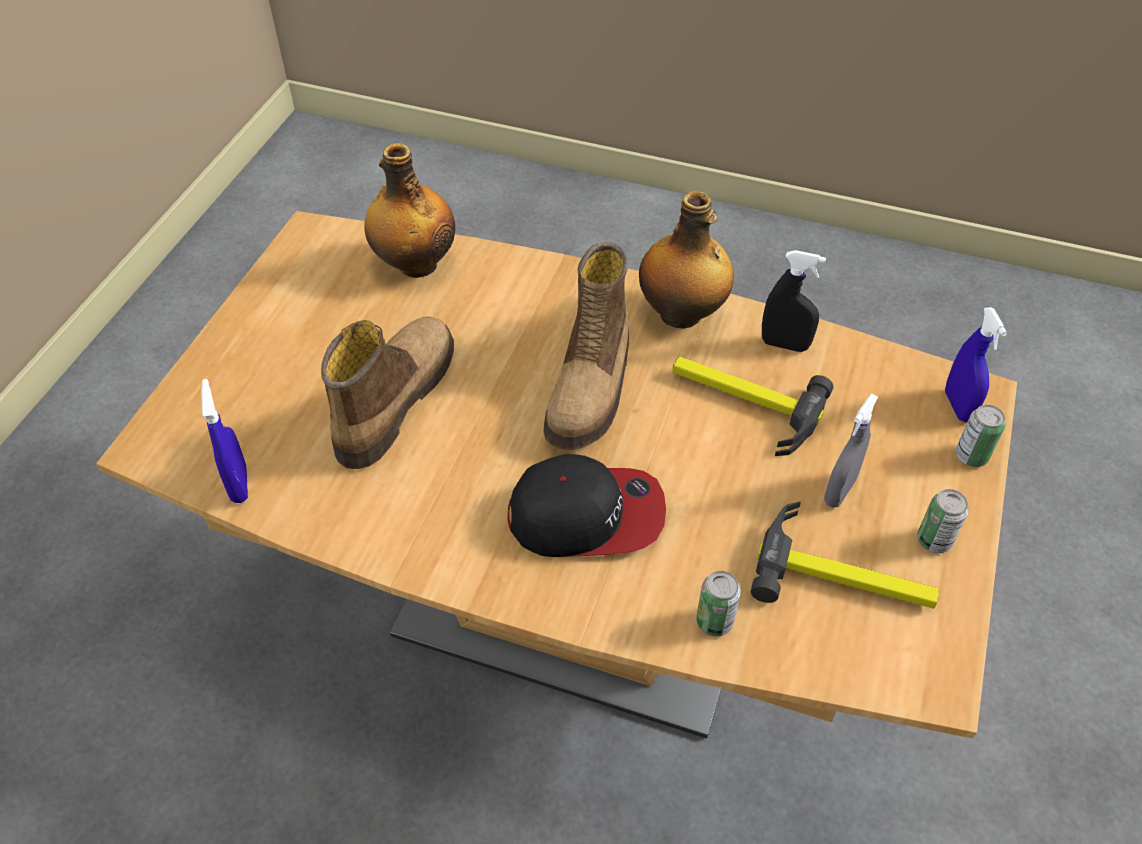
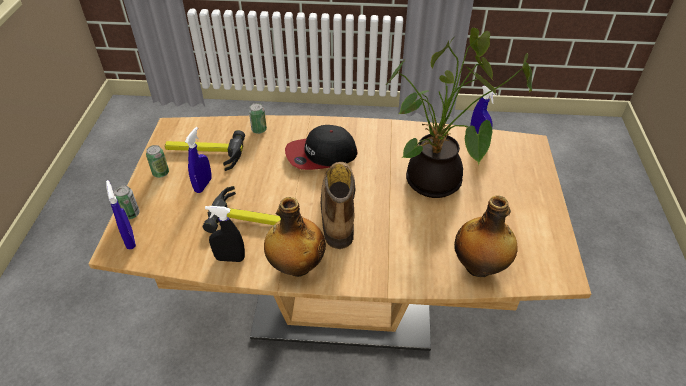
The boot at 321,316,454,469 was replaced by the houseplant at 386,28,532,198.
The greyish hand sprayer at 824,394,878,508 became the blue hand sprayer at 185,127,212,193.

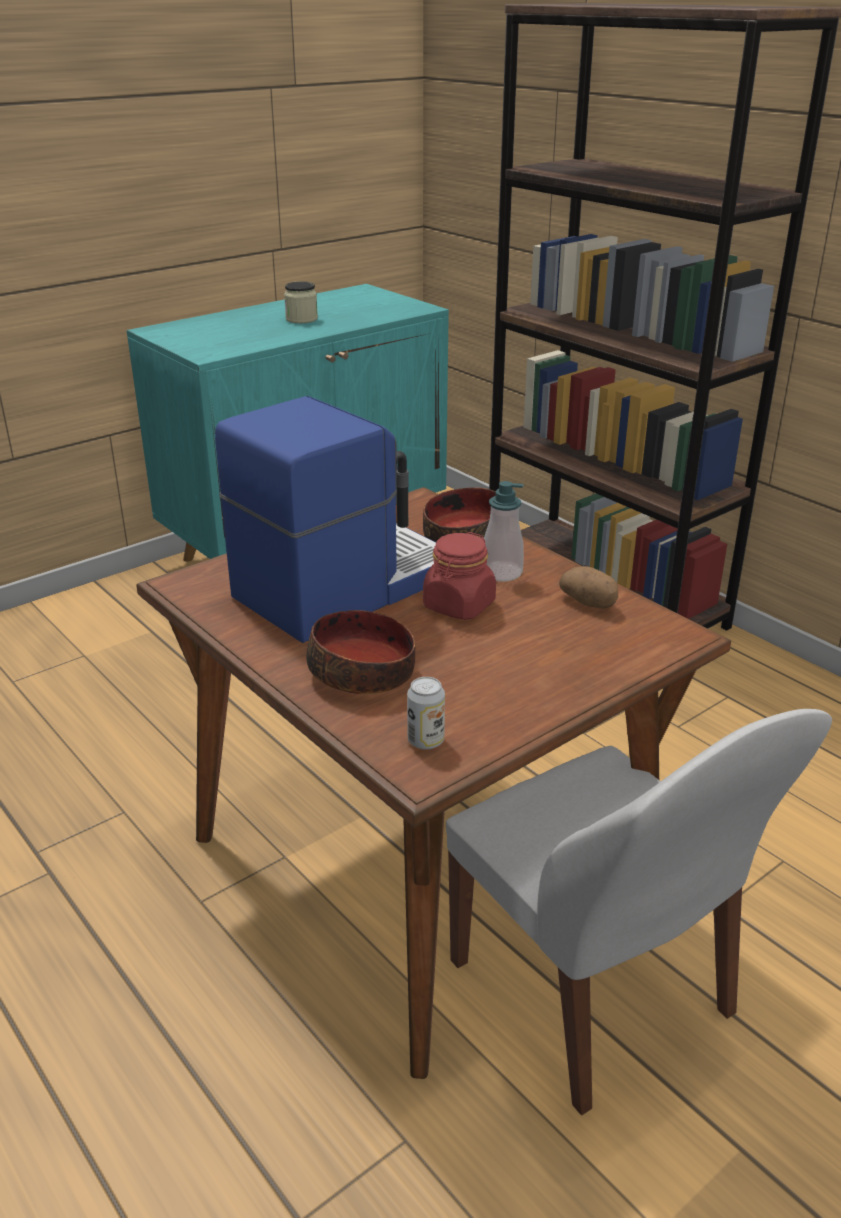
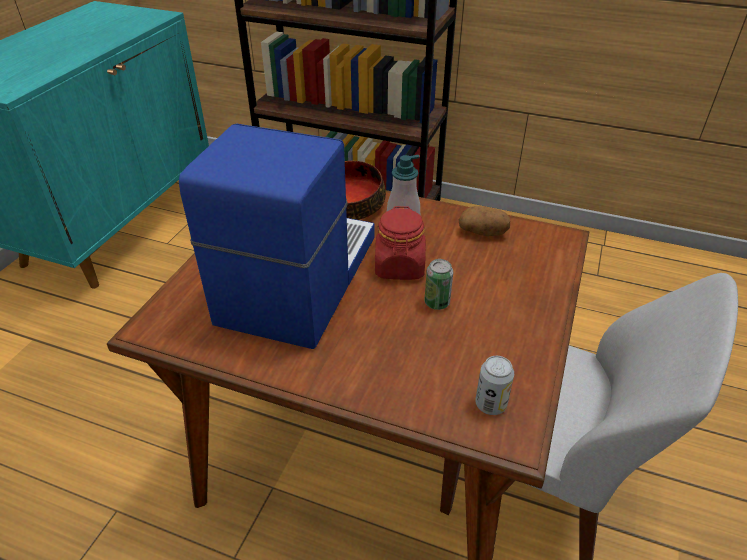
The preserve jar at 284,281,318,323 disappeared.
The bowl at 306,610,415,694 disappeared.
The metal can at 424,259,453,310 appeared.

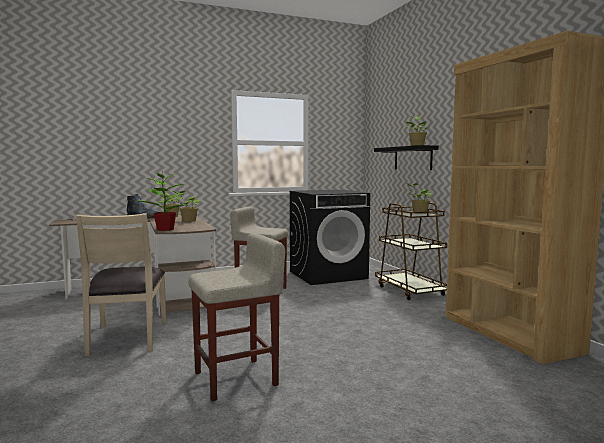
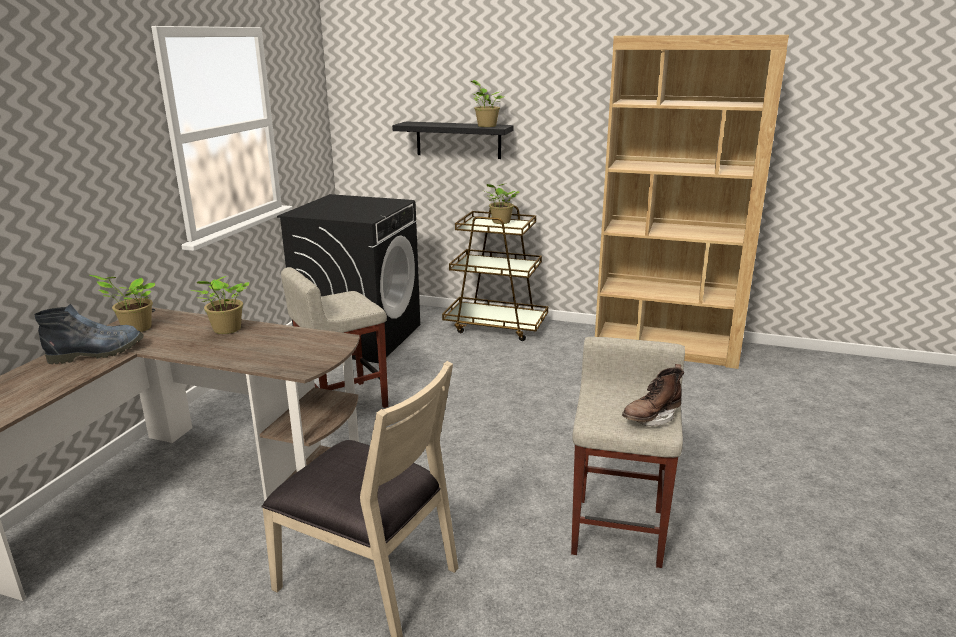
The houseplant at 139,173,187,231 disappeared.
The brownish boot at 622,364,684,426 appeared.

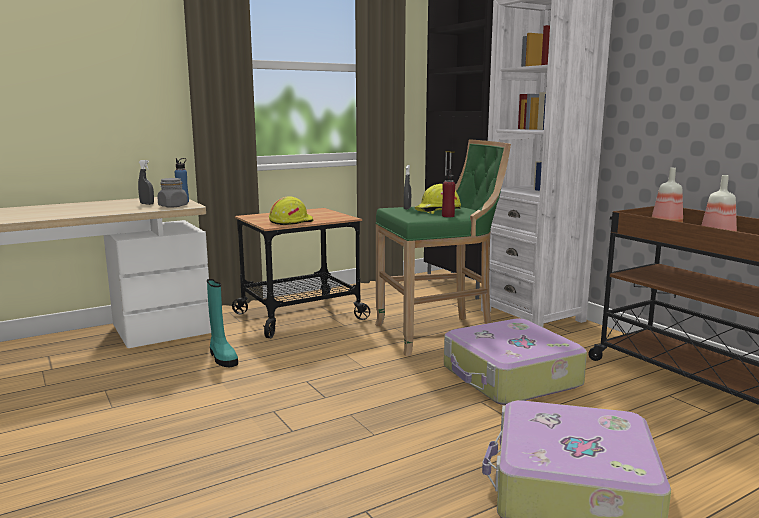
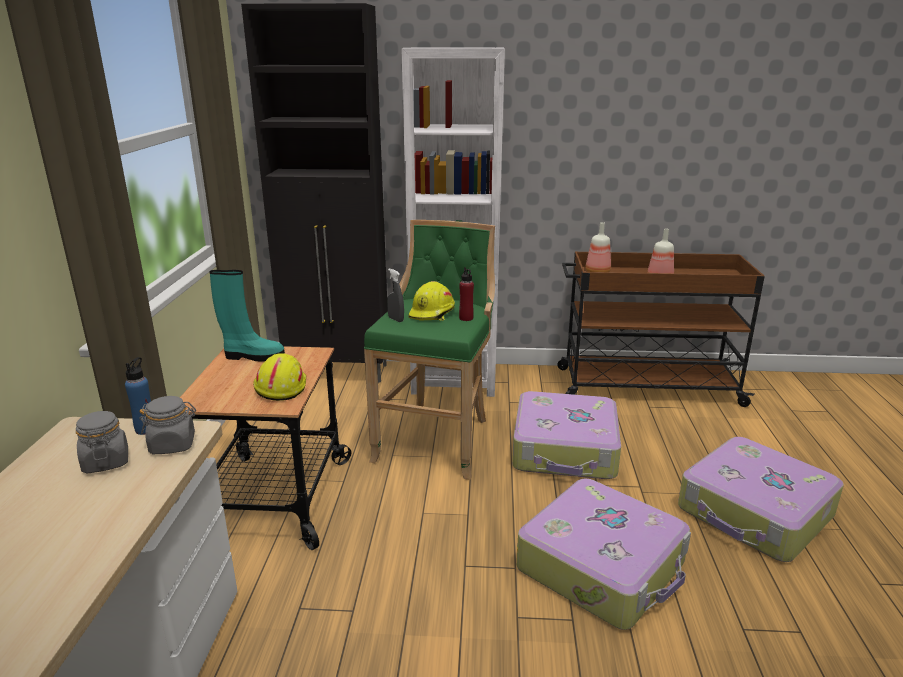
The suitcase at 517,479,691,630 appeared.
The blue-green boot moved from 207,279,238,367 to 209,270,285,362.
The greyish hand sprayer at 138,160,154,205 was replaced by the greyish preserve jar at 76,411,128,474.

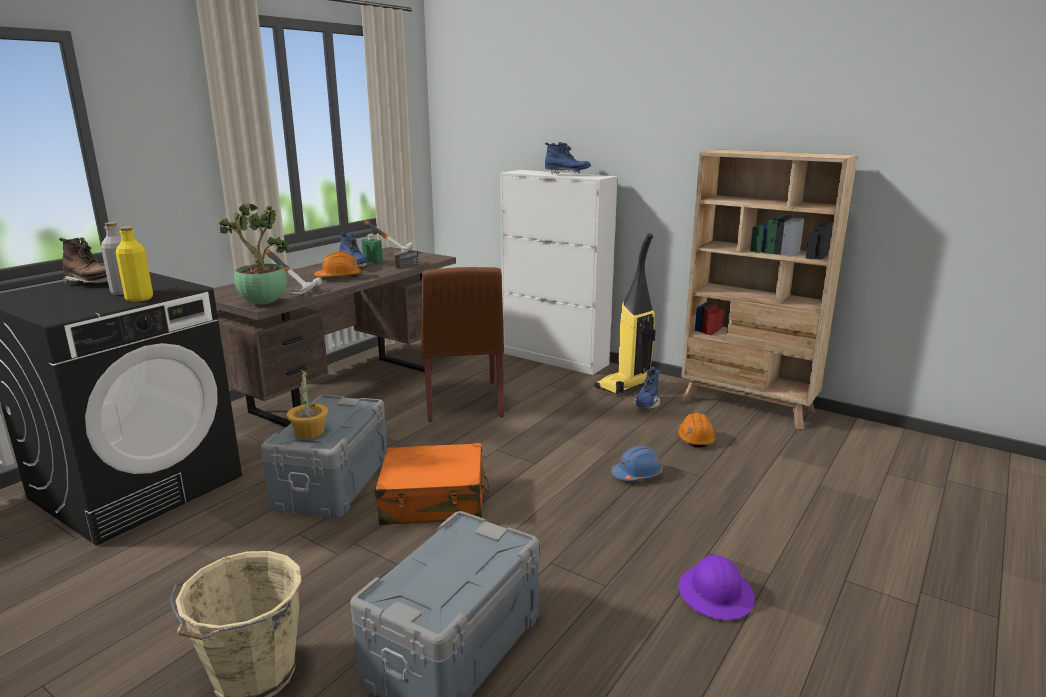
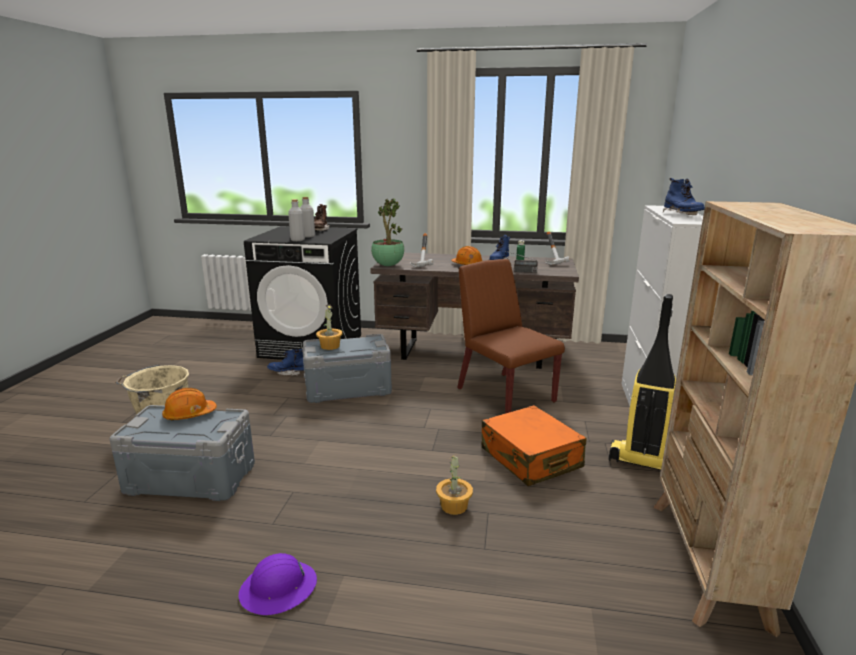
The orange suitcase moved from 375,443,490,525 to 482,405,586,486.
The blue boot moved from 633,367,660,409 to 267,349,304,376.
The orange safety helmet moved from 678,413,716,448 to 162,388,217,421.
The blue safety helmet at 611,445,663,481 was replaced by the houseplant at 436,455,473,515.
The yellow bottle at 116,226,153,302 became the greyish bottle at 288,199,305,241.
The brownish chair at 420,267,504,422 turned 90 degrees clockwise.

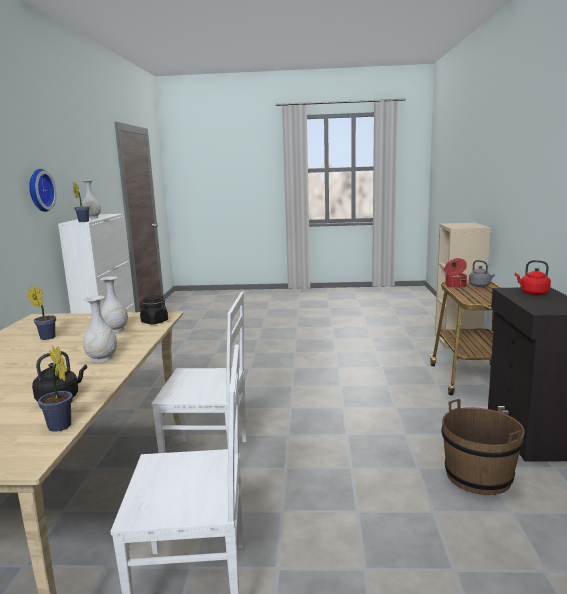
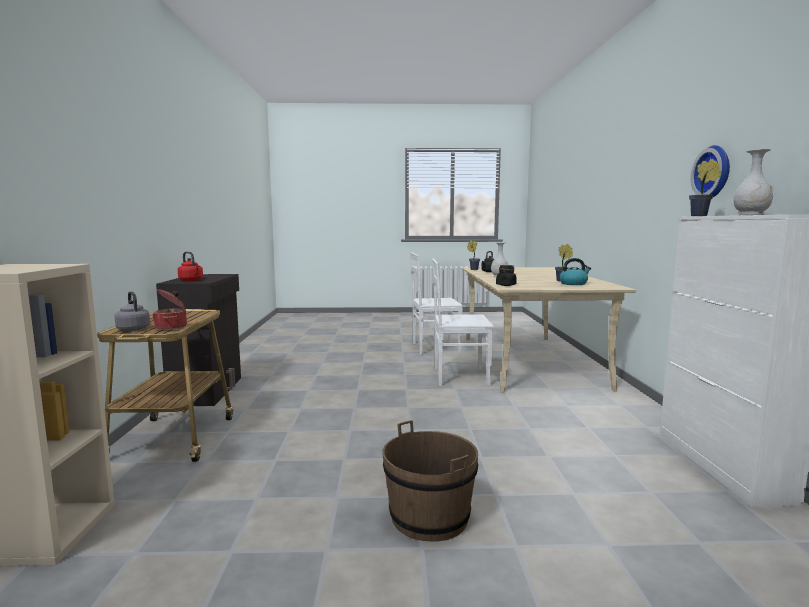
The whitish vase at 100,276,128,333 disappeared.
The tea kettle at 559,258,591,285 appeared.
The brownish pail moved from 442,399,525,495 to 382,420,478,541.

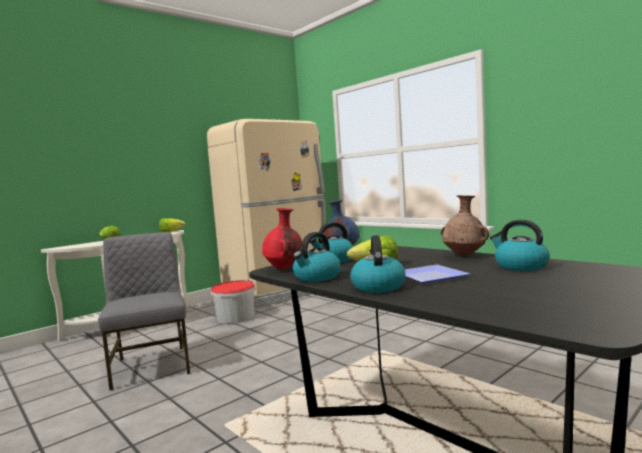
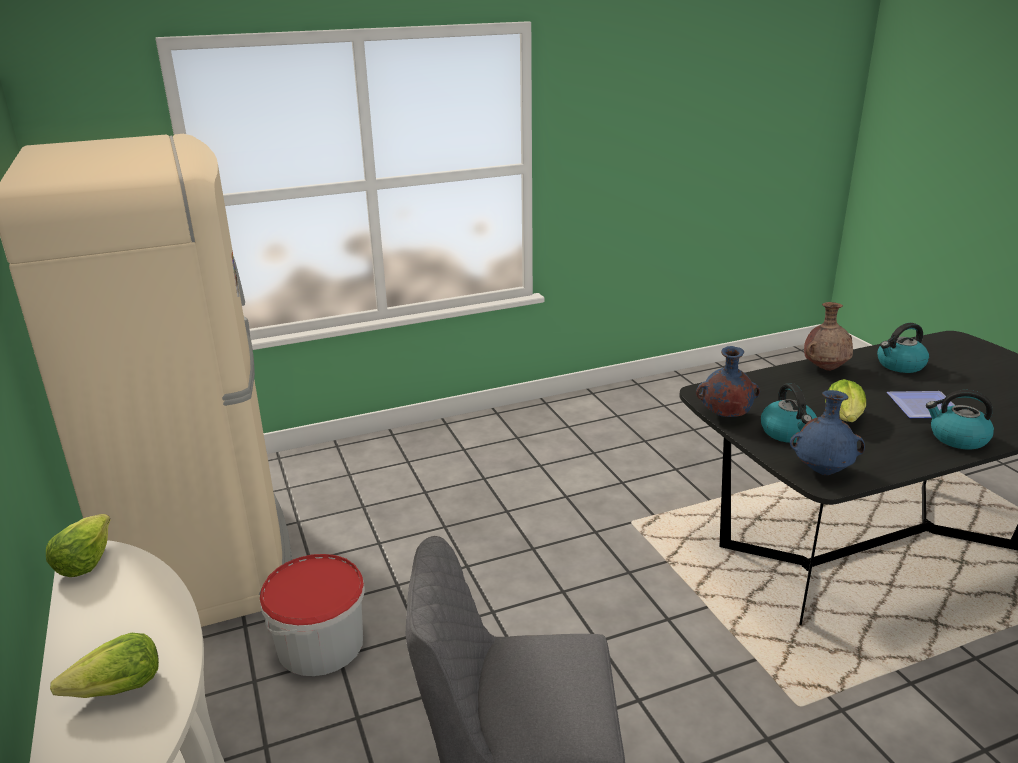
The tea kettle at 293,232,341,282 disappeared.
The reddish vase at 262,208,302,270 became the blue vase at 790,390,865,475.

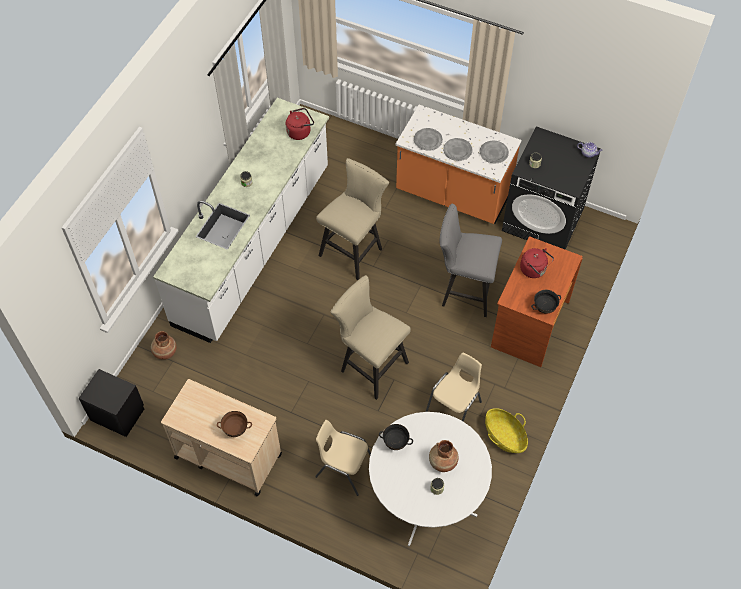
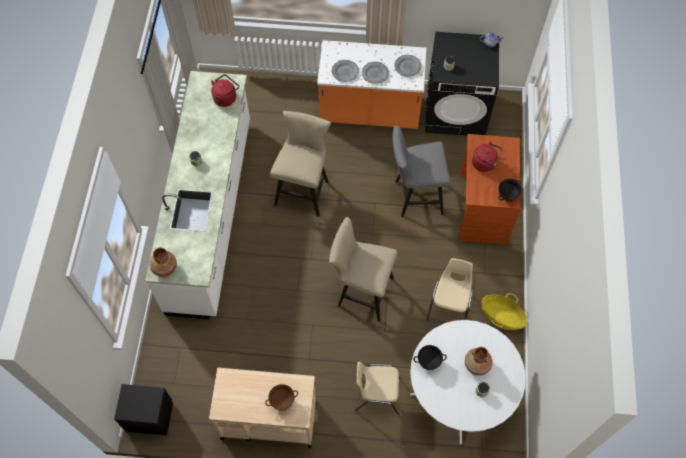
The brownish vase moved from 151,331,176,360 to 149,248,177,277.

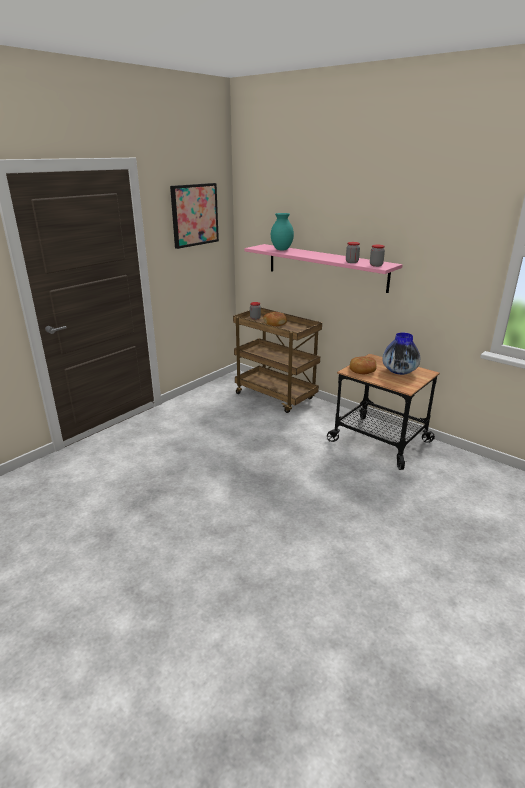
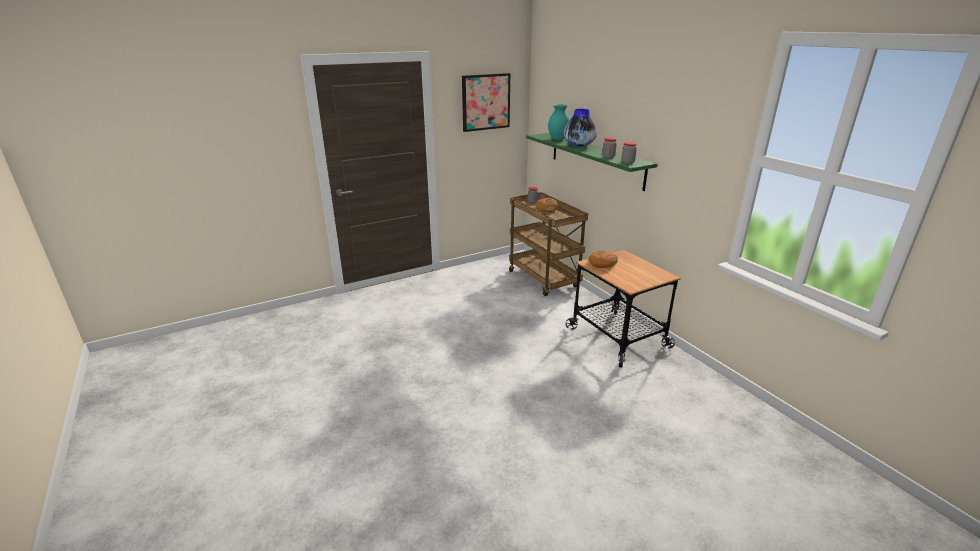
The vase moved from 382,332,420,375 to 564,109,597,147.
The pinkish bracket shelf at 244,244,403,293 became the green-coloured bracket shelf at 526,133,658,191.

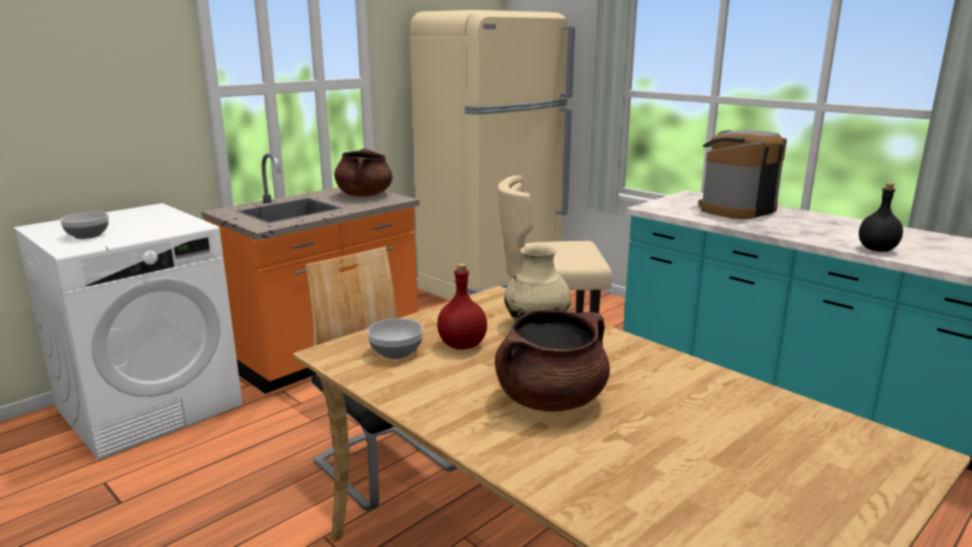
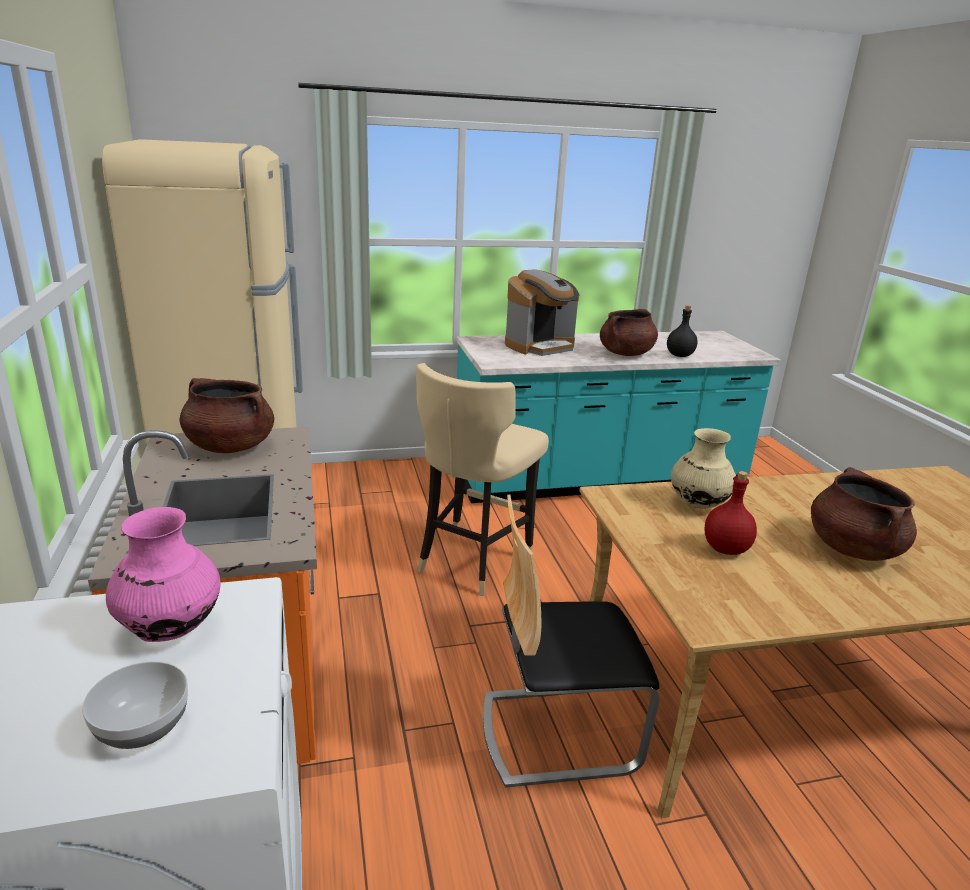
The bowl at 367,318,423,359 disappeared.
The pinkish vase at 106,507,221,642 appeared.
The brownish stockpot at 600,309,658,356 appeared.
The coffee machine at 698,130,787,219 turned 120 degrees counterclockwise.

